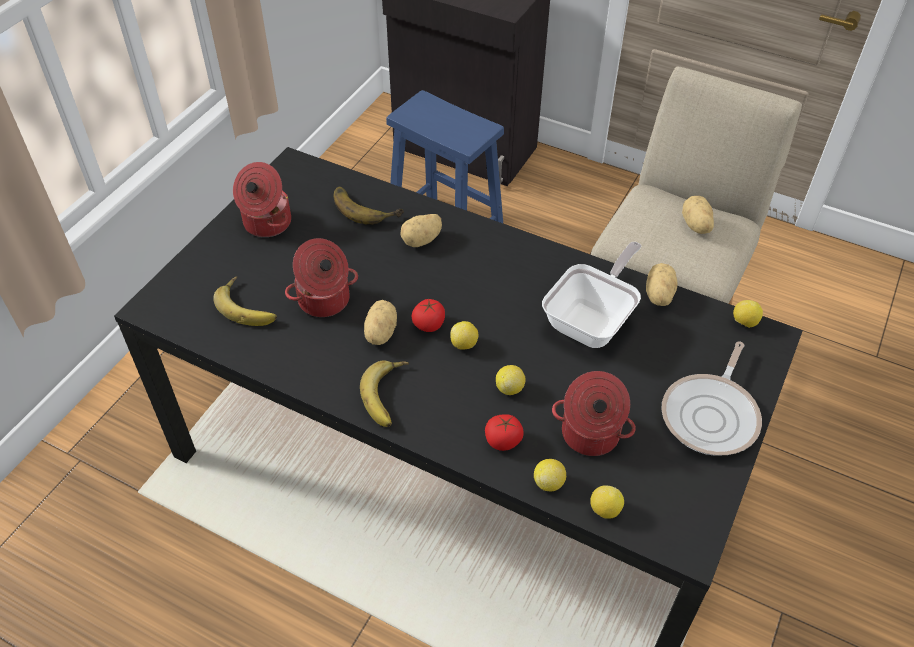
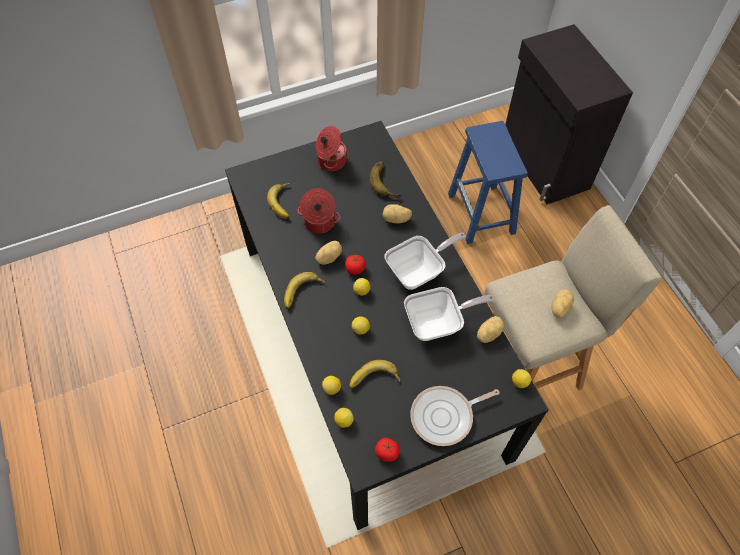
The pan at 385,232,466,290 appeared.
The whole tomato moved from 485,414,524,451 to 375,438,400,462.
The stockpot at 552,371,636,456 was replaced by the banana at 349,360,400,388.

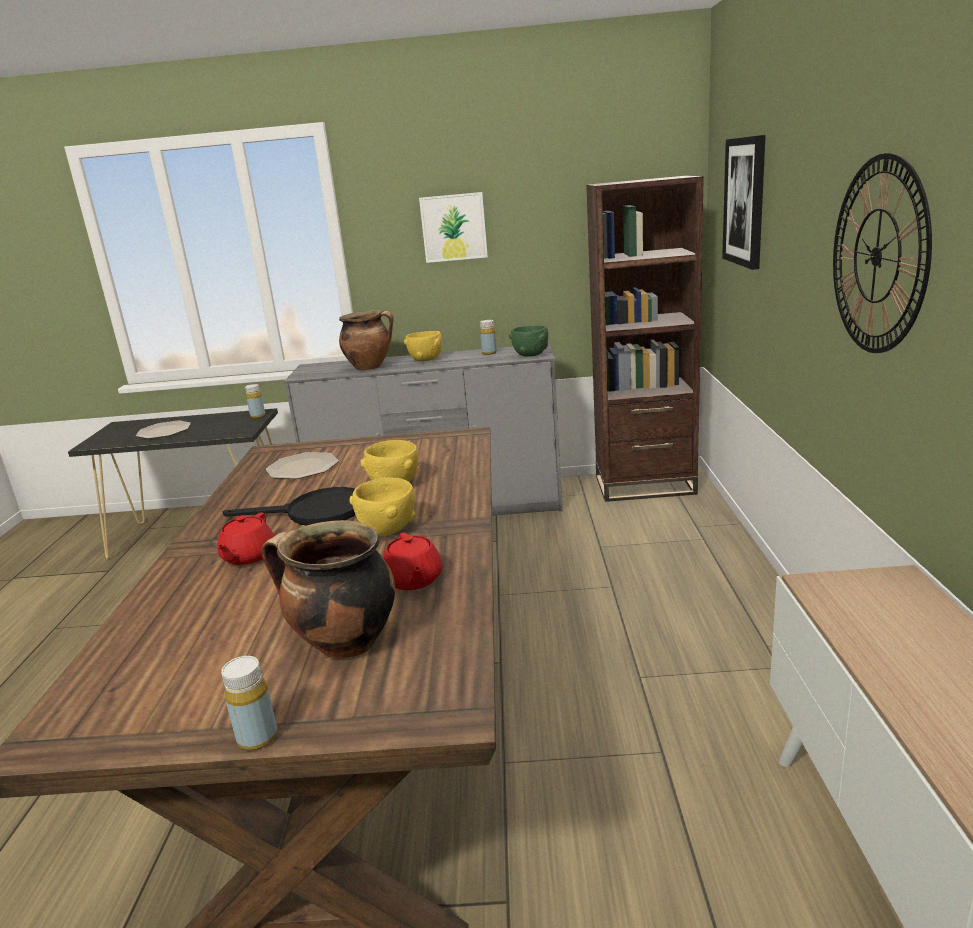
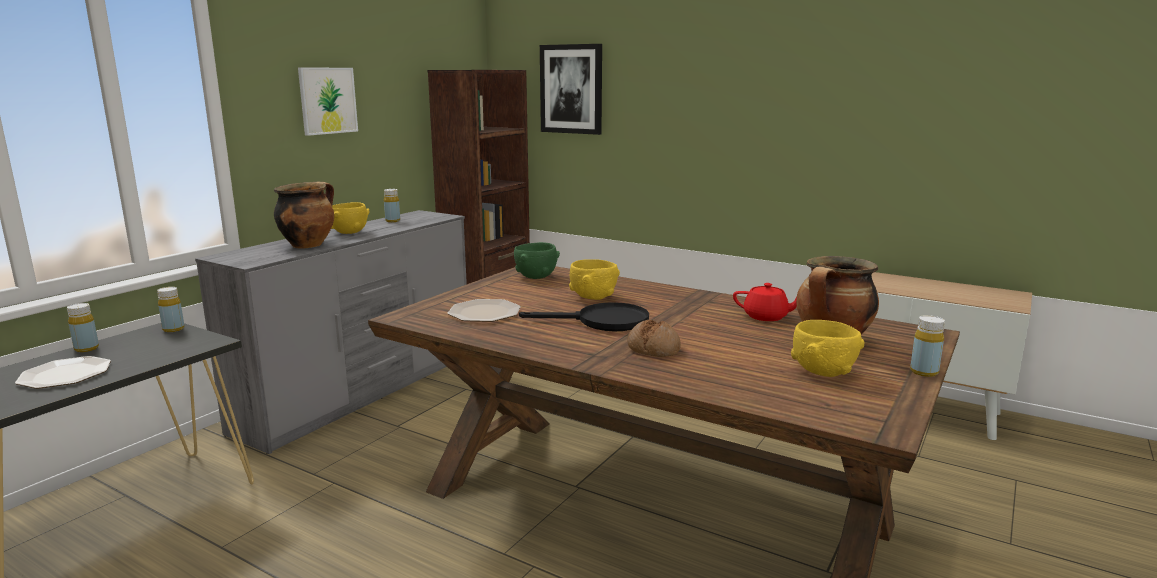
The hanging clock at 833,153,932,353 disappeared.
The yellow bottle at 67,303,99,352 appeared.
The yellow bowl moved from 350,478,415,536 to 791,320,864,377.
The green-coloured bowl moved from 509,325,548,357 to 514,242,560,279.
The reddish tea pot at 217,513,274,565 was replaced by the baked bread at 627,320,681,357.
The black-coloured pan at 223,487,355,526 turned 60 degrees clockwise.

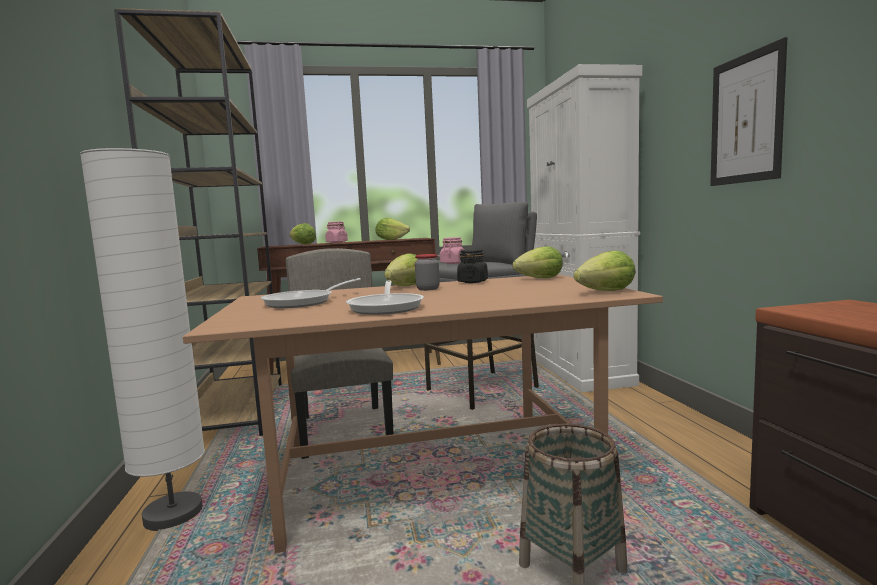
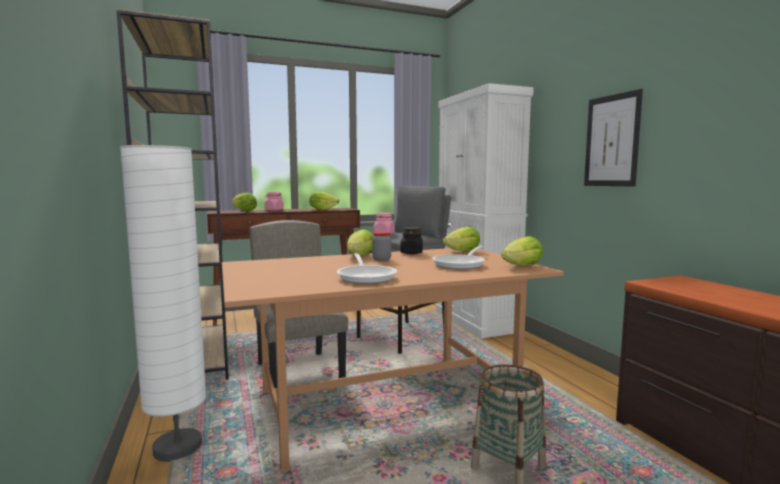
The pan moved from 261,278,361,308 to 432,246,485,270.

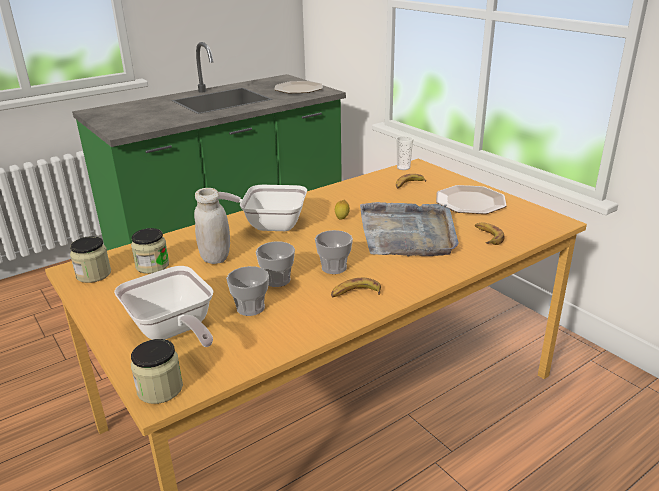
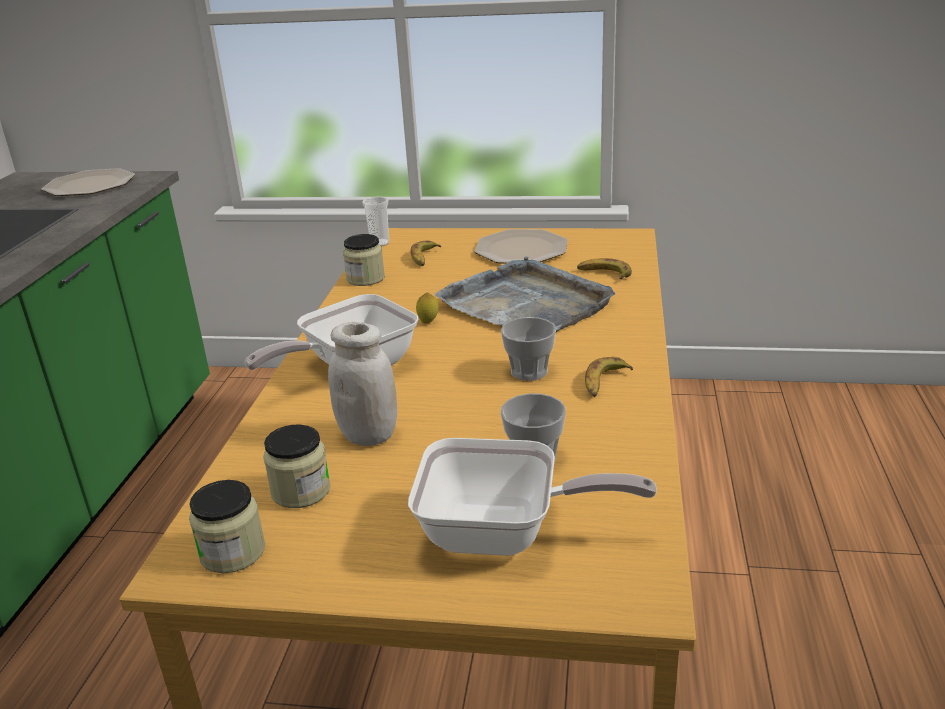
The cup at 256,242,295,287 disappeared.
The preserve jar moved from 131,339,183,404 to 343,234,385,286.

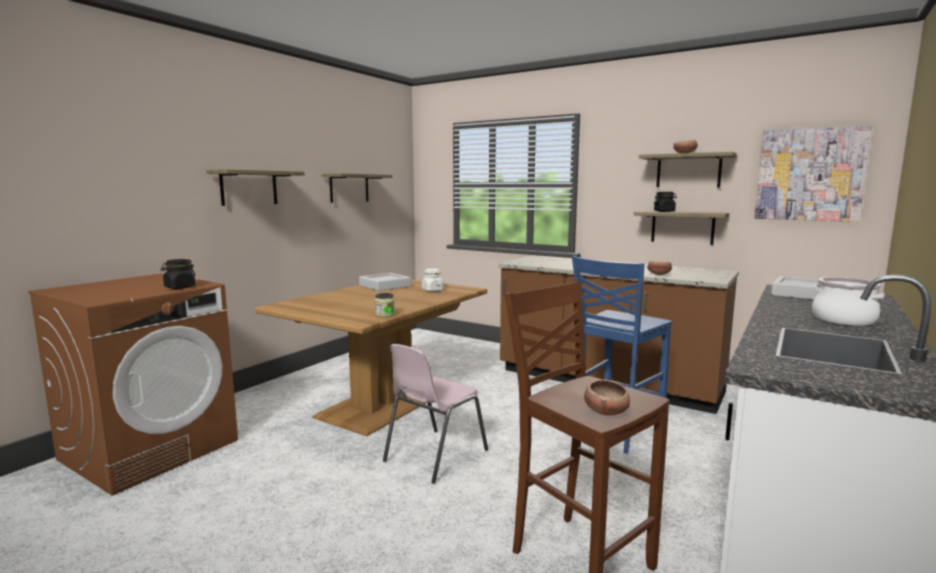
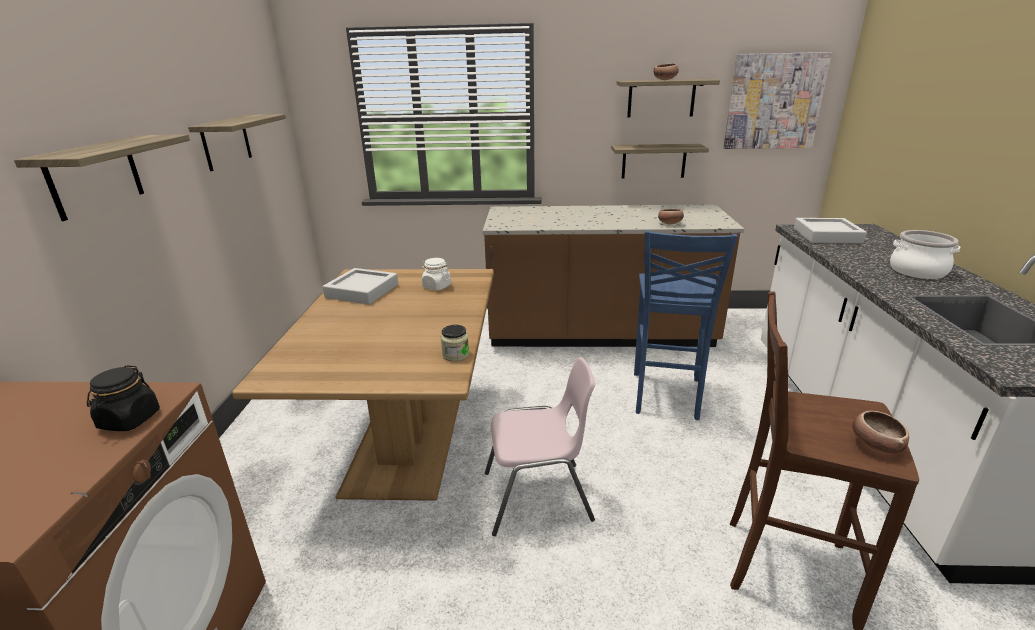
The black-coloured preserve jar at 654,192,677,212 disappeared.
The pinkish chair at 383,344,488,484 turned 105 degrees counterclockwise.

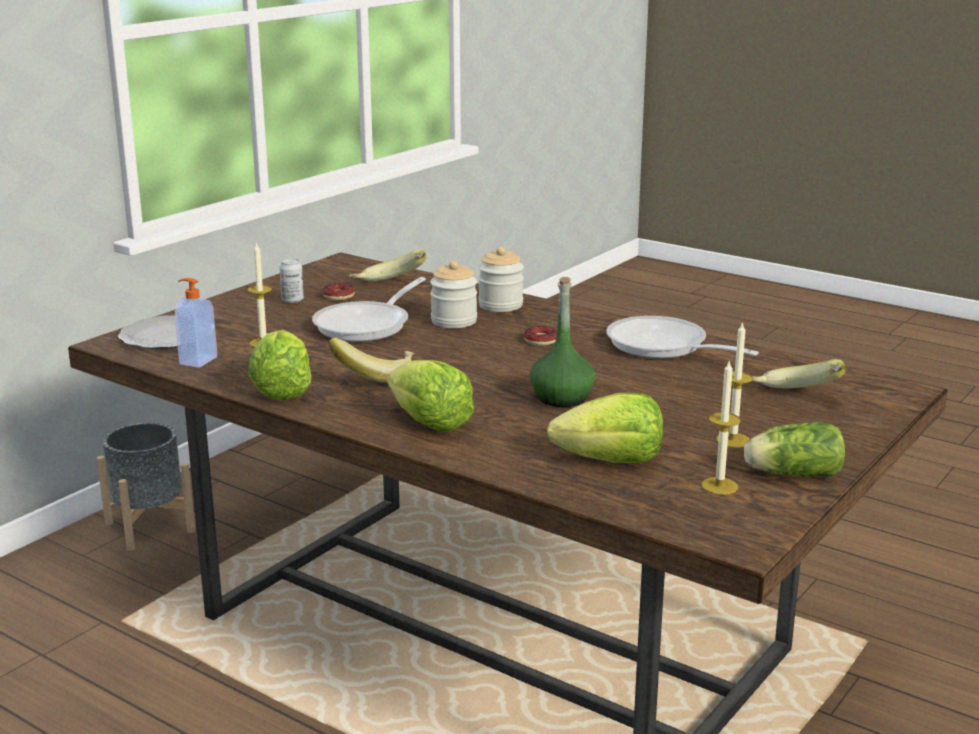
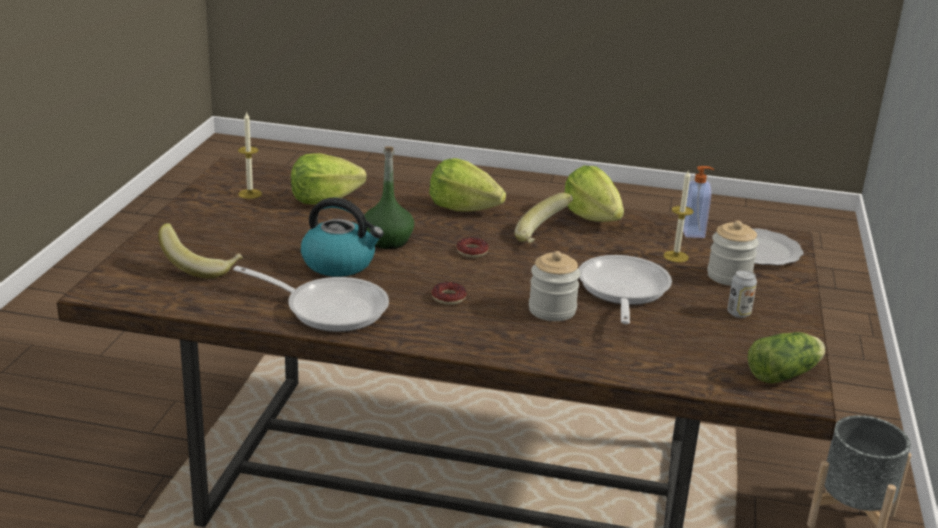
The banana at 349,249,426,281 disappeared.
The wax light at 716,321,753,447 disappeared.
The tea kettle at 301,198,384,277 appeared.
The ring doughnut moved from 322,283,355,301 to 456,237,488,258.
The preserve jar moved from 478,247,524,312 to 707,221,759,286.
The lettuce moved from 744,422,845,477 to 748,332,826,383.

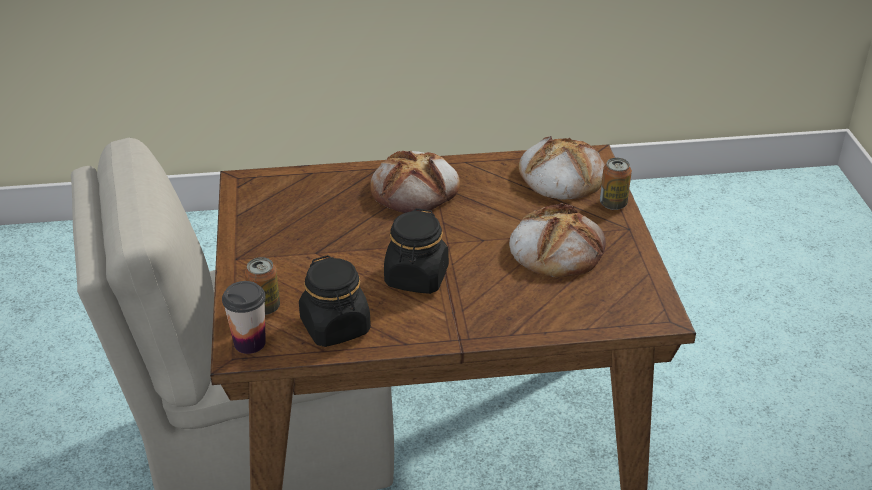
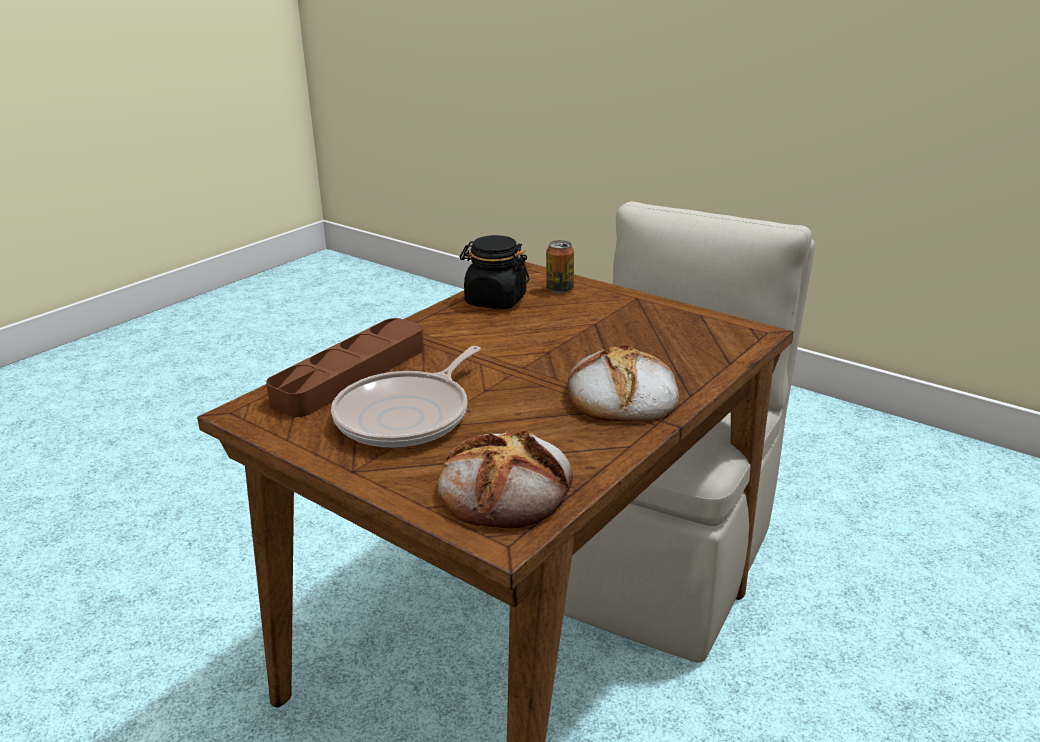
The cup at 222,281,266,354 disappeared.
The black-coloured preserve jar at 384,208,449,294 disappeared.
The metal can at 600,158,632,210 disappeared.
The brownish tray at 266,318,424,417 appeared.
The baked bread at 509,203,606,277 was replaced by the pan at 331,346,481,448.

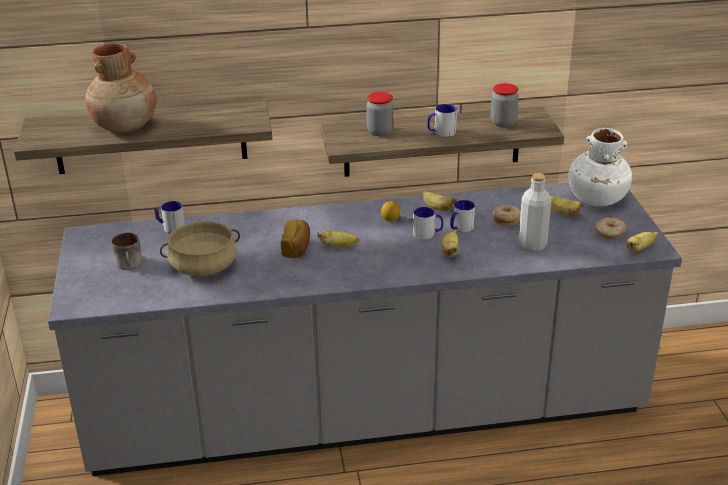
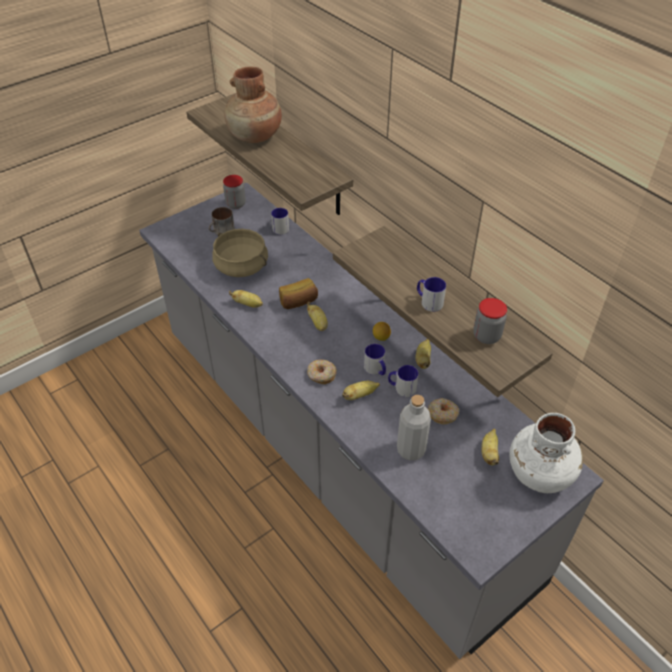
The preserve jar moved from 366,92,394,136 to 223,175,246,209.
The ring doughnut moved from 596,217,627,239 to 307,359,337,384.
The banana moved from 627,232,658,252 to 229,290,263,308.

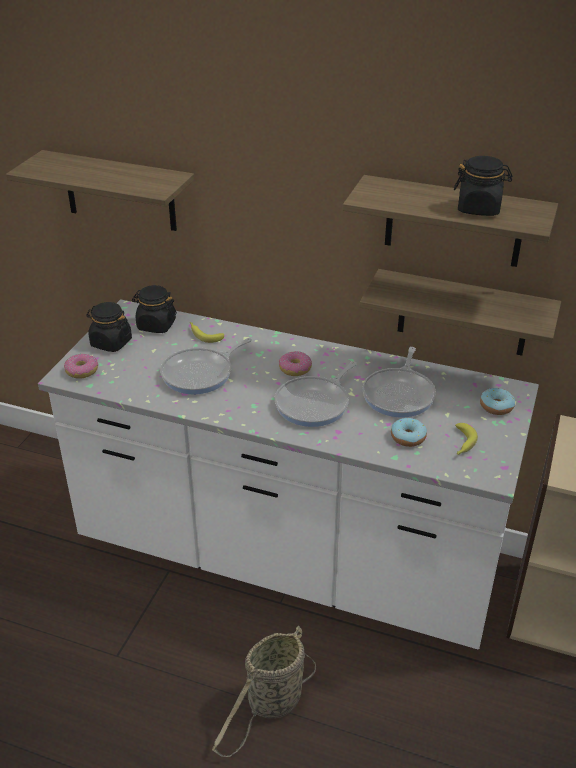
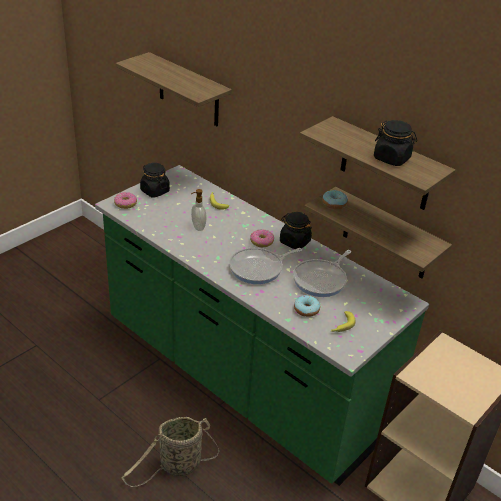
The black-coloured preserve jar moved from 132,285,177,333 to 280,212,312,249.
The ring doughnut moved from 480,388,515,415 to 322,190,348,209.
The pan at 160,338,252,394 was replaced by the soap bottle at 191,189,206,231.
The whitish kitchen counter at 38,299,539,650 became the green-coloured kitchen counter at 95,165,429,486.

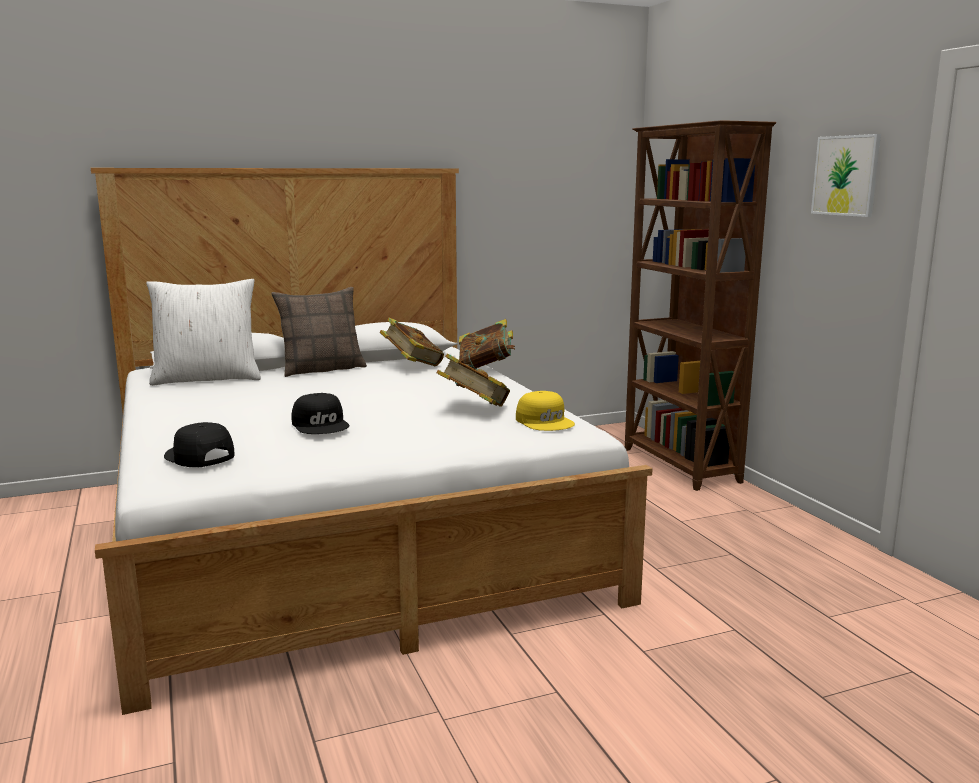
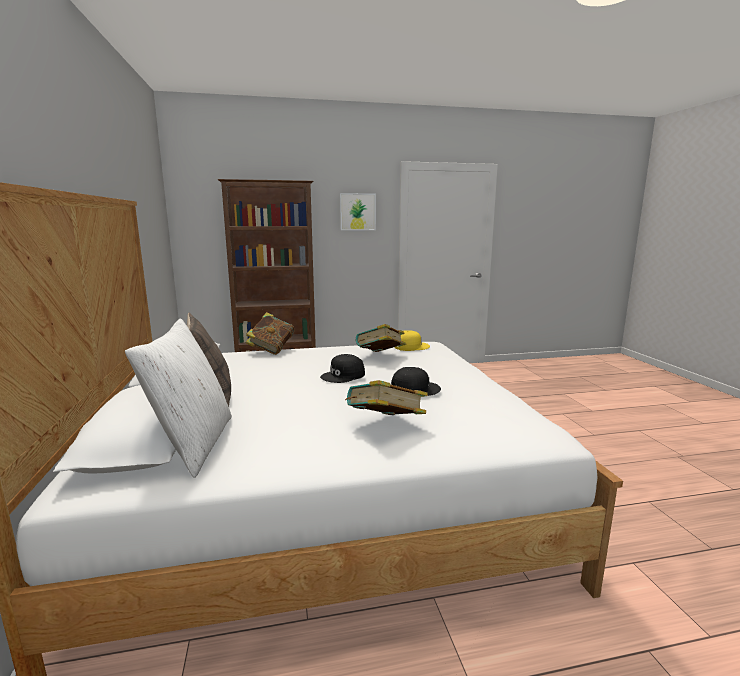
The black-coloured peaked cap moved from 164,422,235,467 to 320,354,365,383.
The book moved from 380,318,444,366 to 345,380,428,415.

